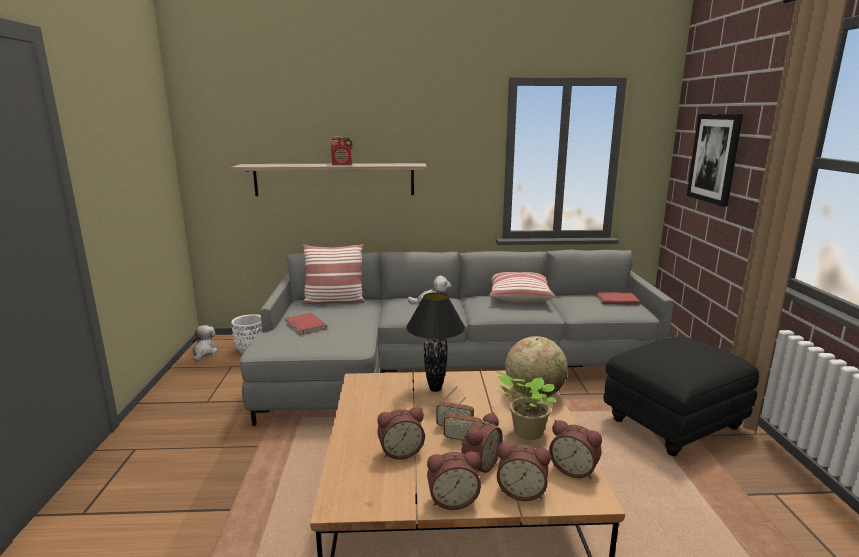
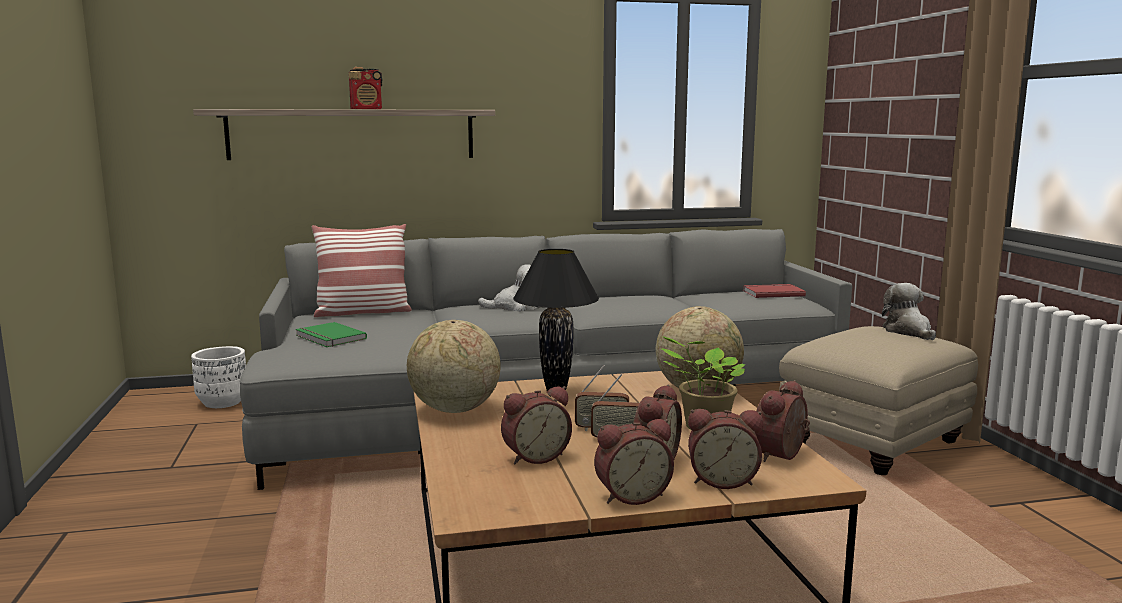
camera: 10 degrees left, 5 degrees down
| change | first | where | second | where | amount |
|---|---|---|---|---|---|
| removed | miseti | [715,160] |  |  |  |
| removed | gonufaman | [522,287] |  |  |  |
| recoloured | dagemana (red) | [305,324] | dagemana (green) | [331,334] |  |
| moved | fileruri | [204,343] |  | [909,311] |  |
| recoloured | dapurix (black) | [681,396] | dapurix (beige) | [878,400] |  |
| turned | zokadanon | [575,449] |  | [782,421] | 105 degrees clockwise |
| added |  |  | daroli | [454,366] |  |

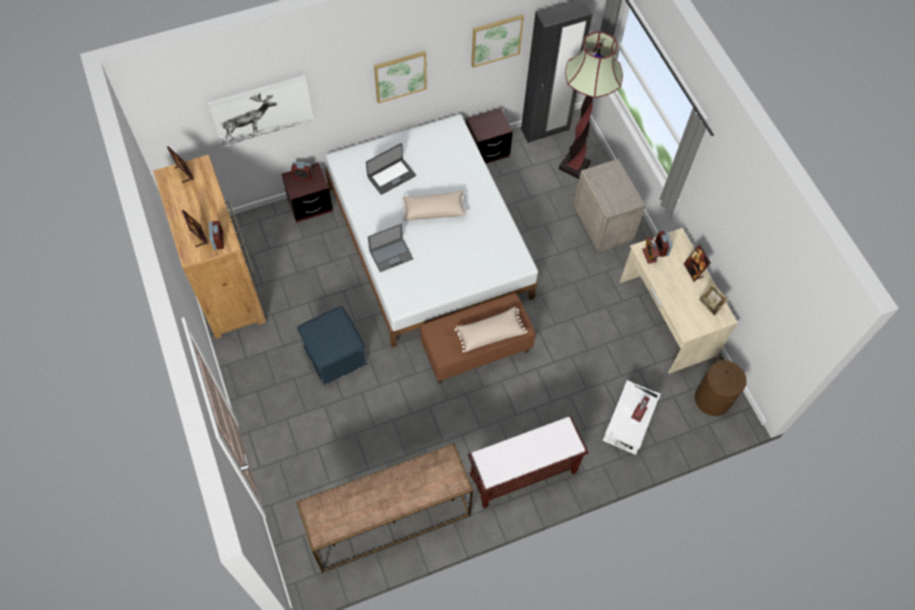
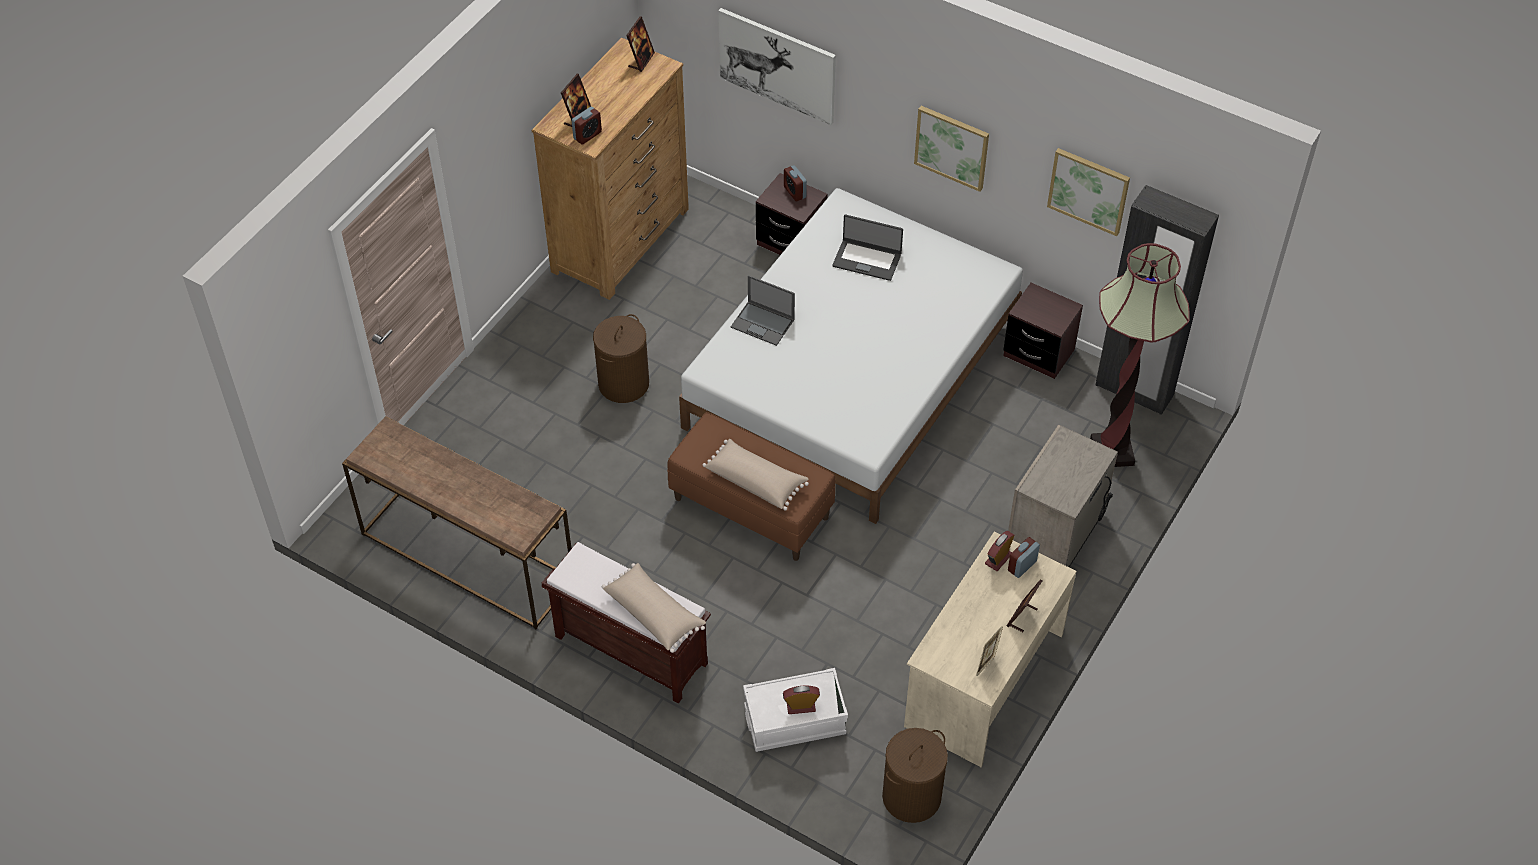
camera: 55 degrees right, 10 degrees down
| change | first | where | second | where | amount |
|---|---|---|---|---|---|
| moved | gonufaman (beige) | [434,205] |  | [654,608] |  |
| replaced | dapurix (blue) | [332,345] | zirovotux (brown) | [621,358] |  |

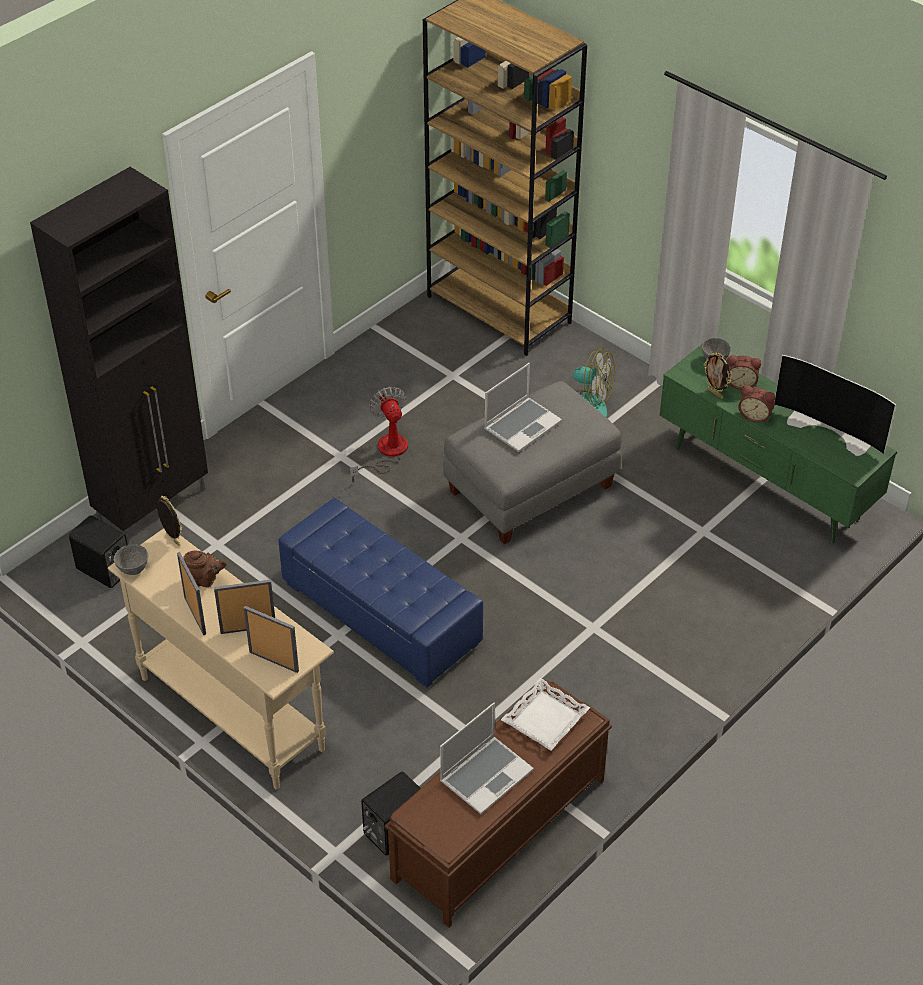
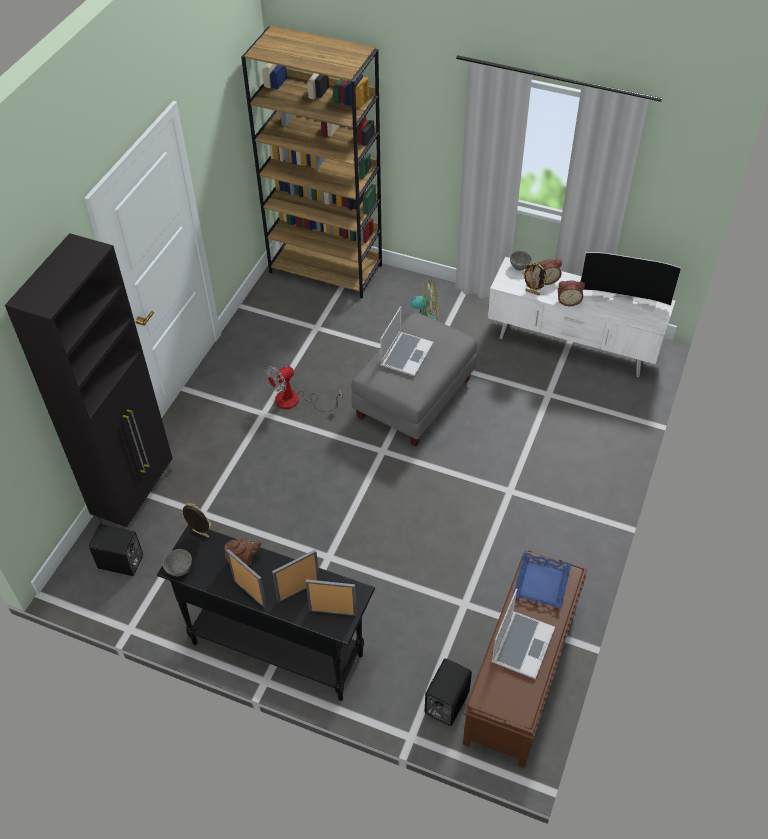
camera: 20 degrees left, 5 degrees up
| change | first | where | second | where | amount |
|---|---|---|---|---|---|
| recoloured | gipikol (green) | [778,444] | gipikol (white) | [582,317] |  |
| turned | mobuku | [379,434] |  | [304,388] | 90 degrees counterclockwise |
| removed | dapurix (blue) | [380,593] |  |  |  |
| recoloured | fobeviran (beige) | [221,658] | fobeviran (black) | [266,612] |  |
| recoloured | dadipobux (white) | [545,714] | dadipobux (blue) | [541,580] |  |

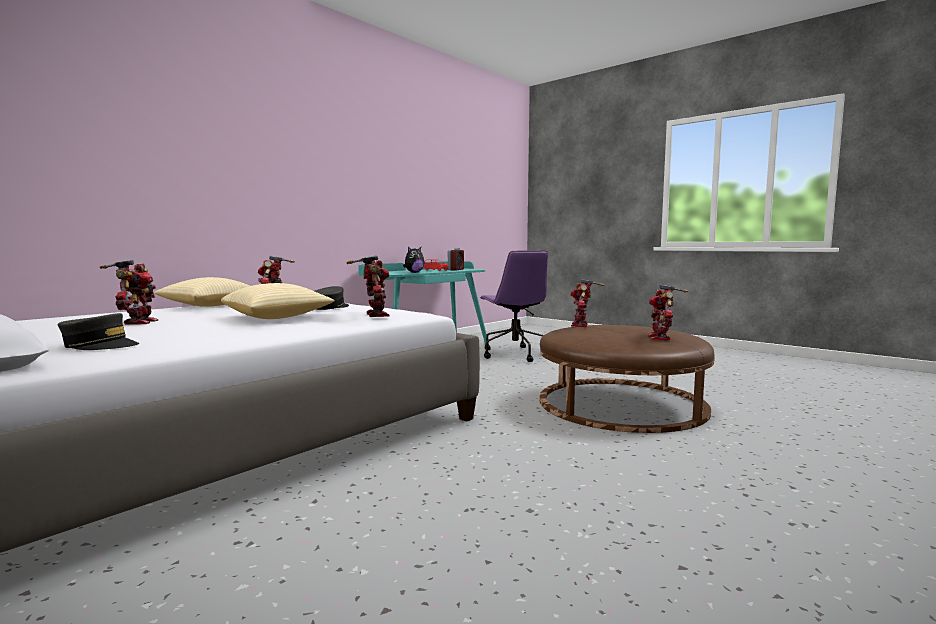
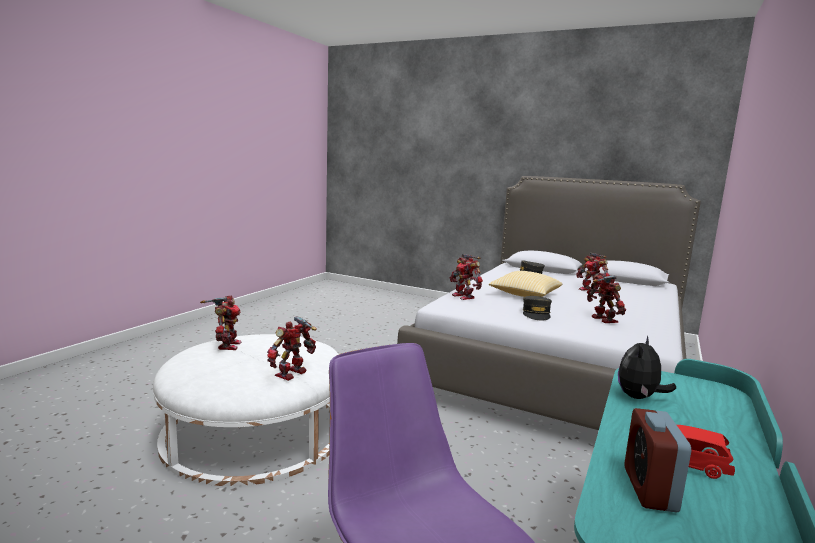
camera: 165 degrees right, 5 degrees up
| change | first | where | second | where | amount |
|---|---|---|---|---|---|
| removed | gonufaman | [201,292] |  |  |  |
| turned | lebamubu | [587,303] |  | [292,348] | 150 degrees counterclockwise |
| recoloured | dapurix (brown) | [627,379] | dapurix (white) | [246,410] |  |

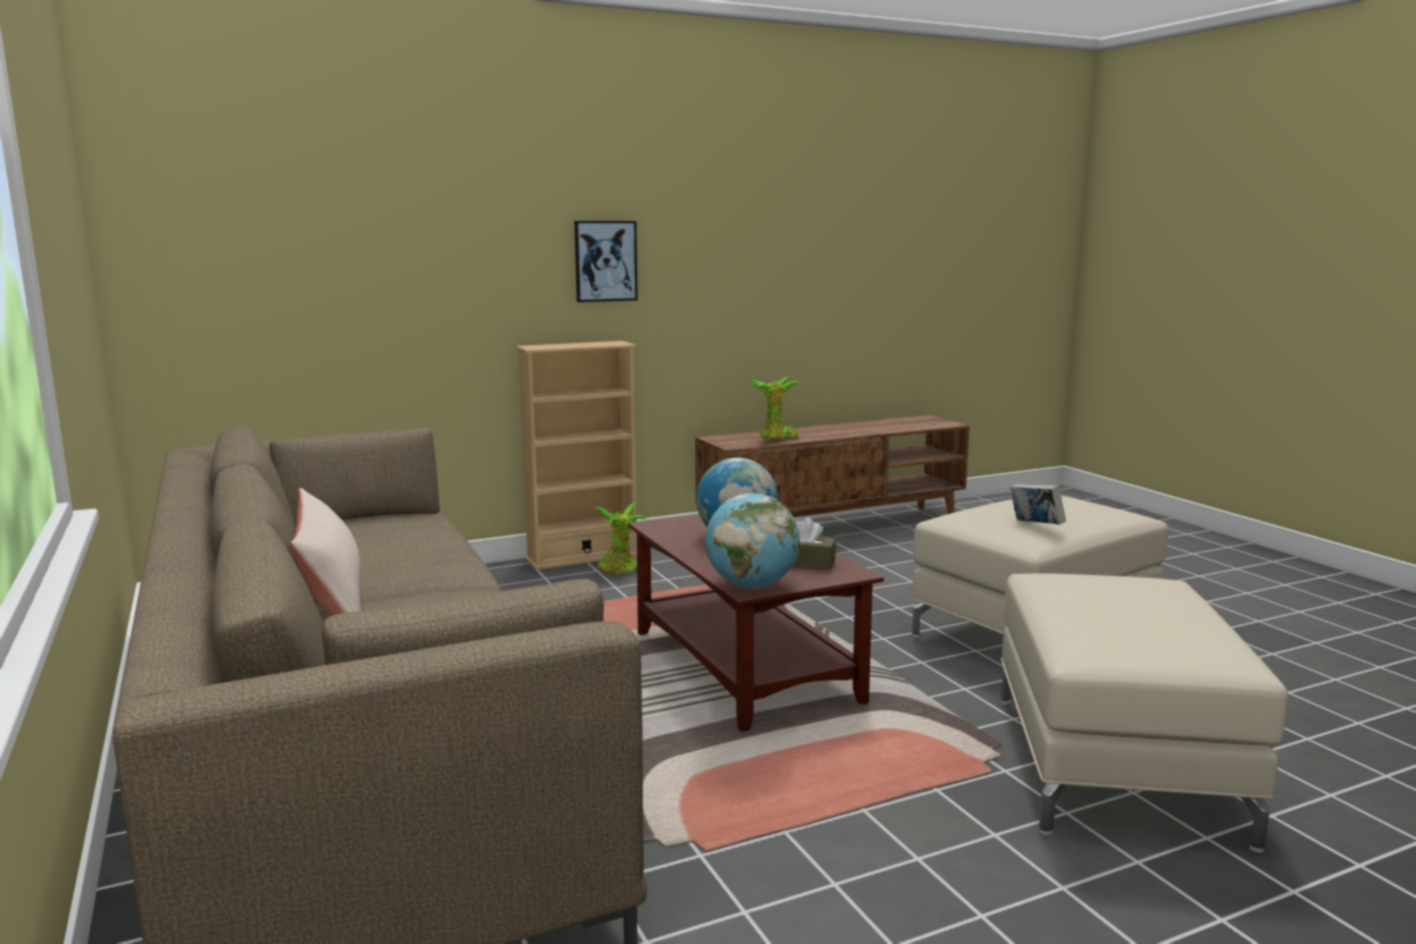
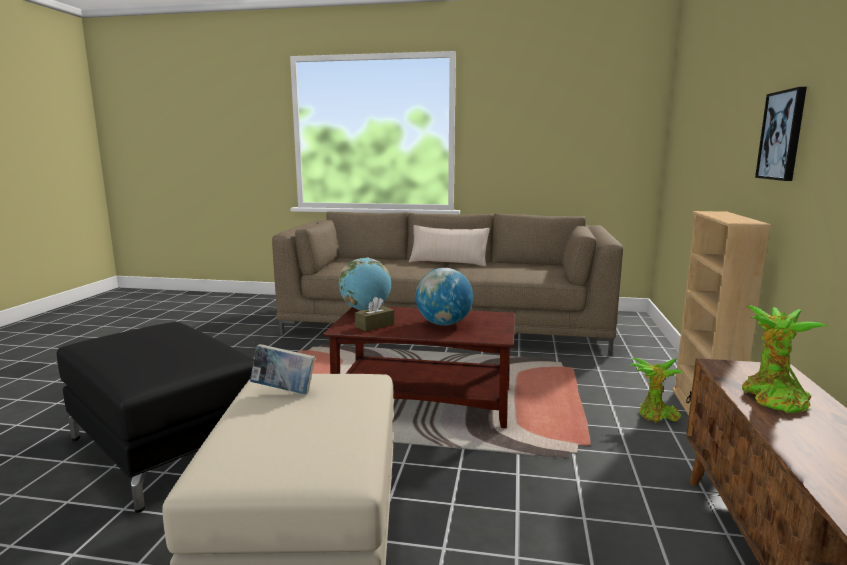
camera: 125 degrees right, 0 degrees up
| change | first | where | second | where | amount |
|---|---|---|---|---|---|
| recoloured | dapurix (beige) | [1144,713] | dapurix (black) | [155,417] |  |

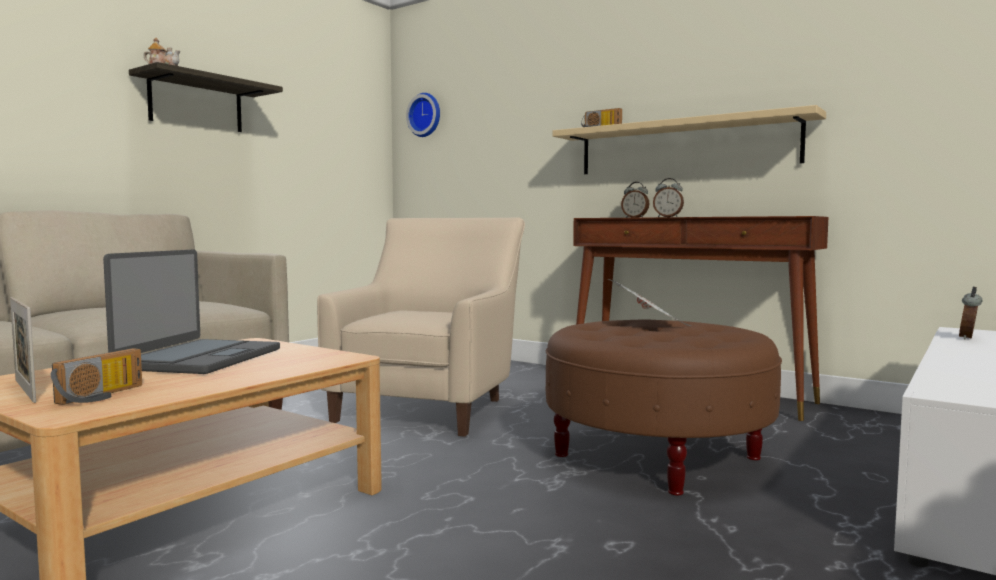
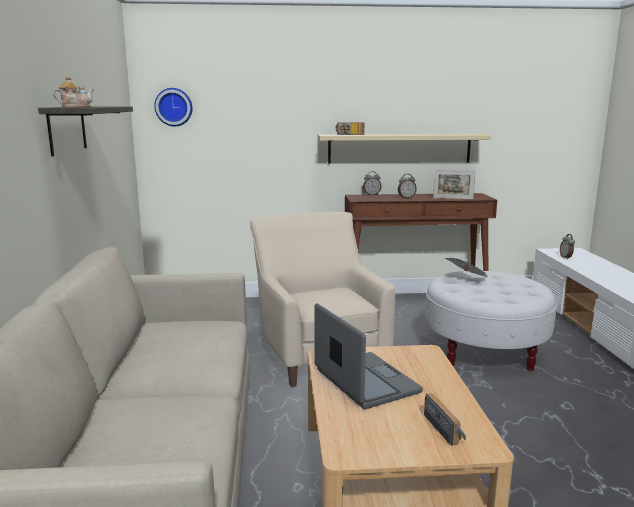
camera: 40 degrees left, 10 degrees up
| change | first | where | second | where | amount |
|---|---|---|---|---|---|
| moved | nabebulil | [23,350] |  | [454,184] |  |
| recoloured | dapurix (brown) | [664,407] | dapurix (white) | [491,321] |  |

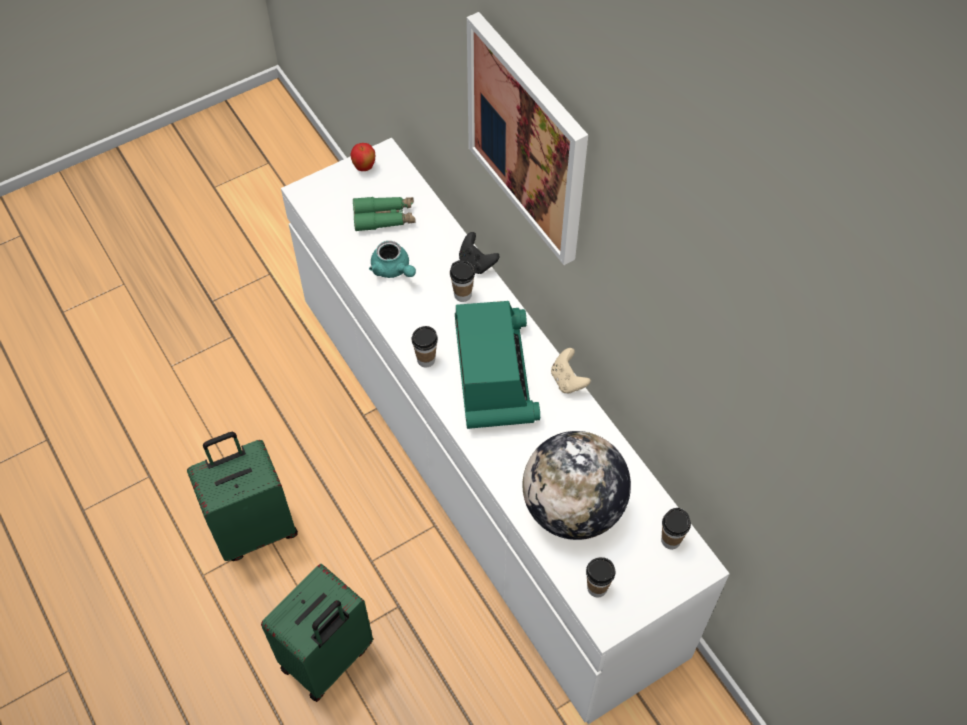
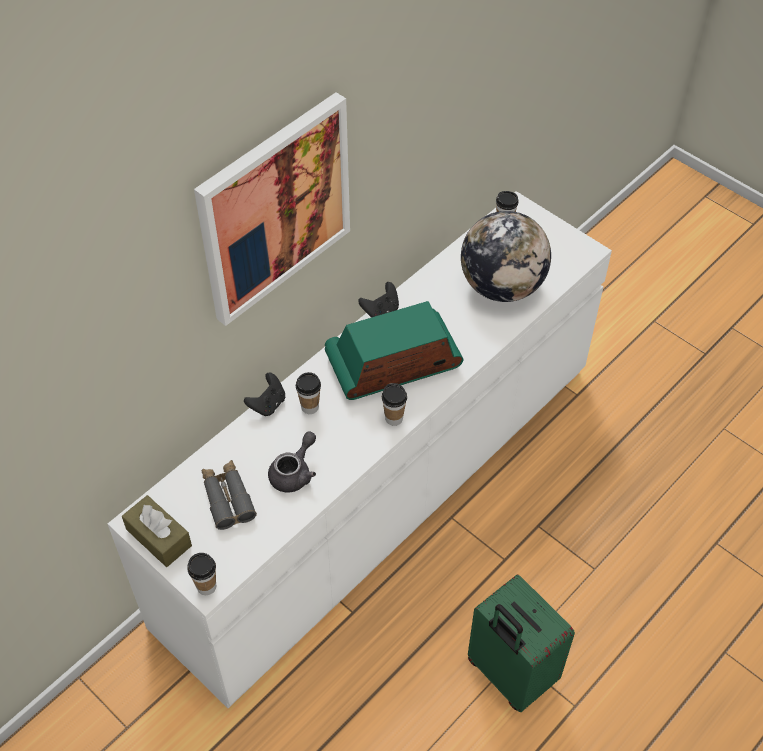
camera: 105 degrees left, 5 degrees down
| change | first | where | second | where | amount |
|---|---|---|---|---|---|
| replaced | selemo | [362,157] | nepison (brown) | [157,531] |  |
| recoloured | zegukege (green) | [384,214] | zegukege (grey) | [229,495] |  |
| recoloured | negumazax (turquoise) | [392,259] | negumazax (grey) | [292,462] |  |
| recoloured | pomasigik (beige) | [571,371] | pomasigik (black) | [378,300] |  |
| moved | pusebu | [601,577] |  | [201,574] |  |
| removed | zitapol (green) | [317,633] |  |  |  |

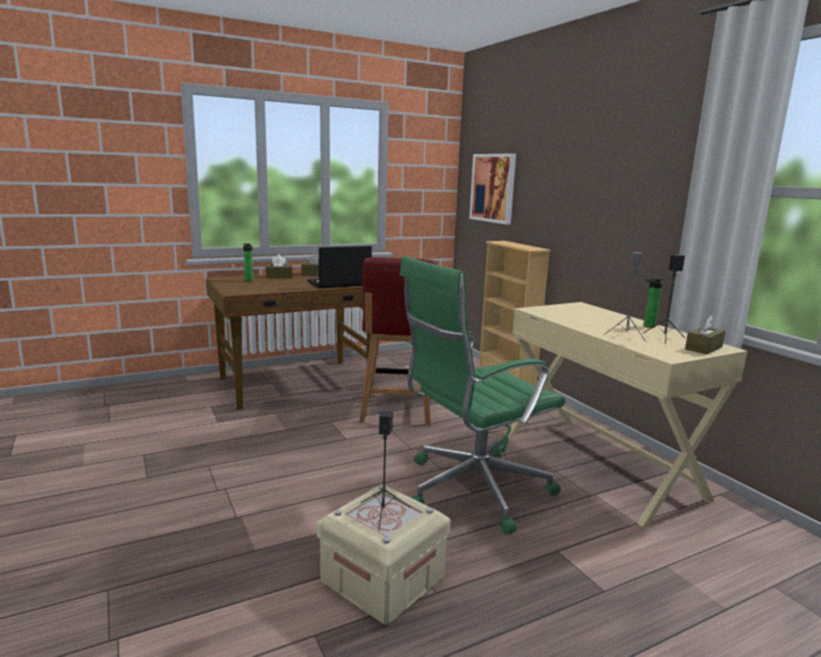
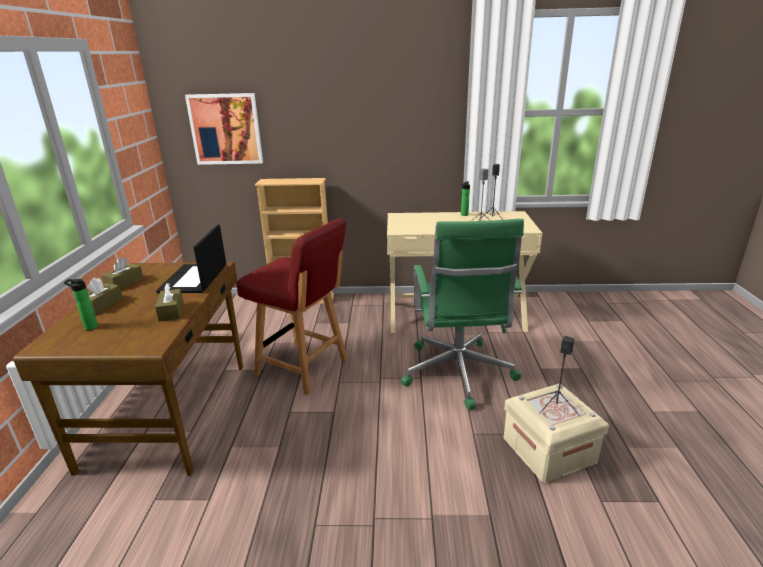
camera: 60 degrees left, 10 degrees up
| change | first | where | second | where | amount |
|---|---|---|---|---|---|
| moved | nepison (brown) | [705,334] |  | [169,302] |  |

